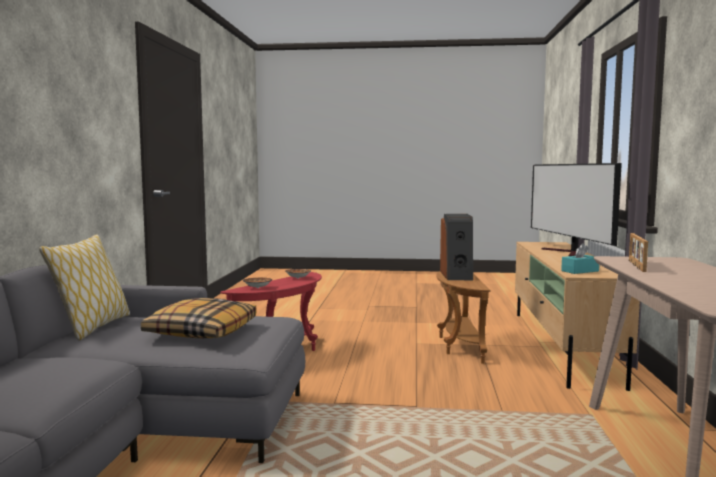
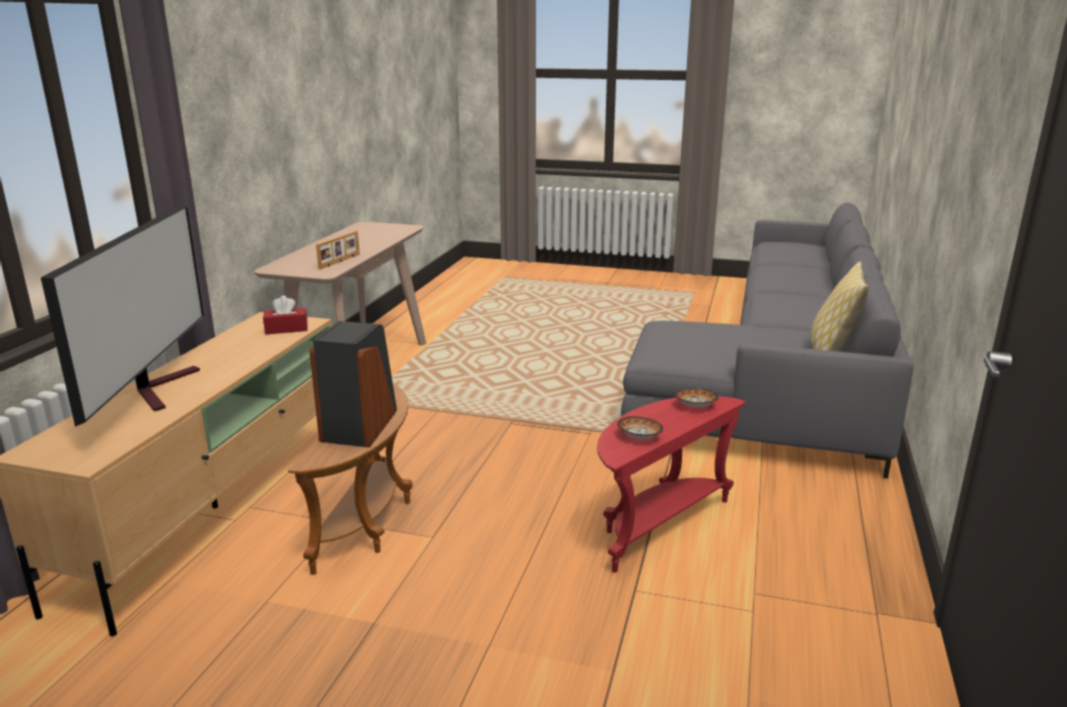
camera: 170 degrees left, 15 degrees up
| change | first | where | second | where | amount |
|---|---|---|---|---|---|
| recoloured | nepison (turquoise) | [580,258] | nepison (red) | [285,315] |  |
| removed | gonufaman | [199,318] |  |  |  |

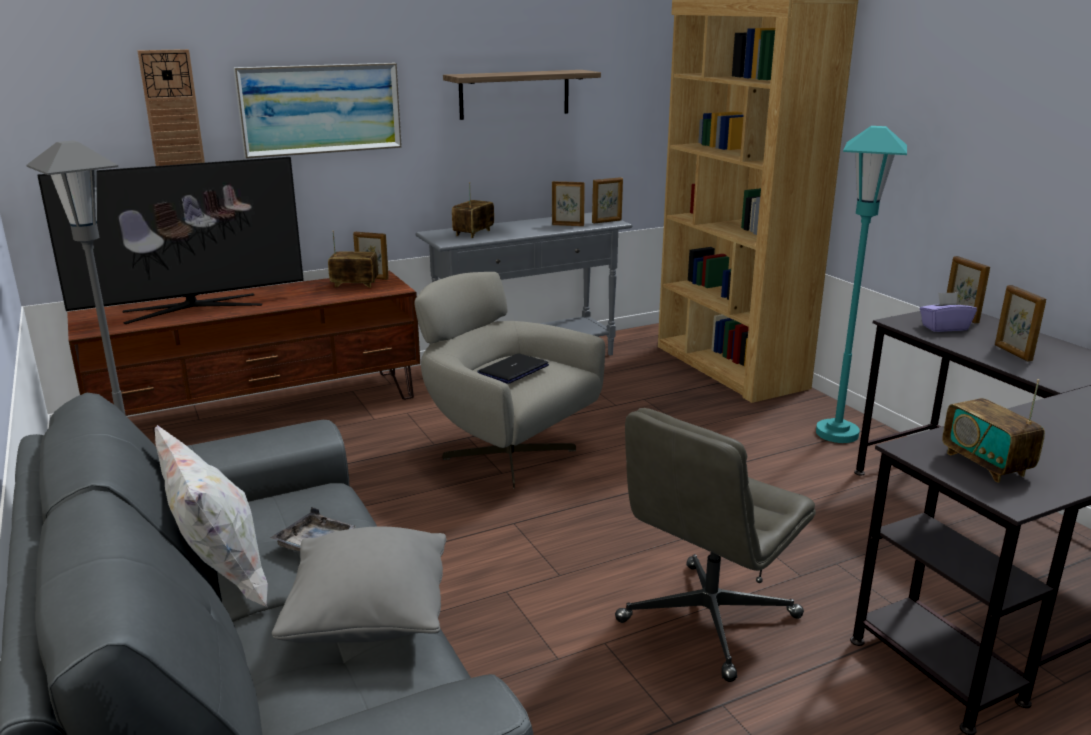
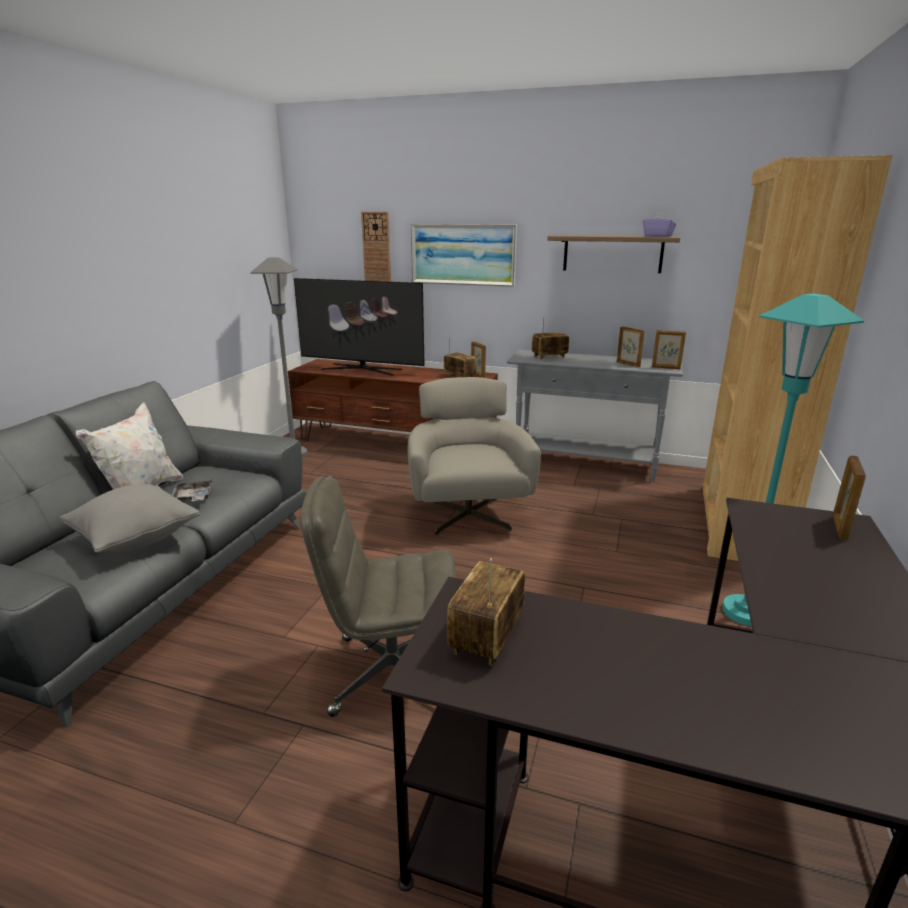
camera: 45 degrees right, 0 degrees up
| change | first | where | second | where | amount |
|---|---|---|---|---|---|
| removed | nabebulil | [1020,323] |  |  |  |
| moved | nepison (purple) | [948,312] |  | [659,224] |  |
| removed | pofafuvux | [513,368] |  |  |  |

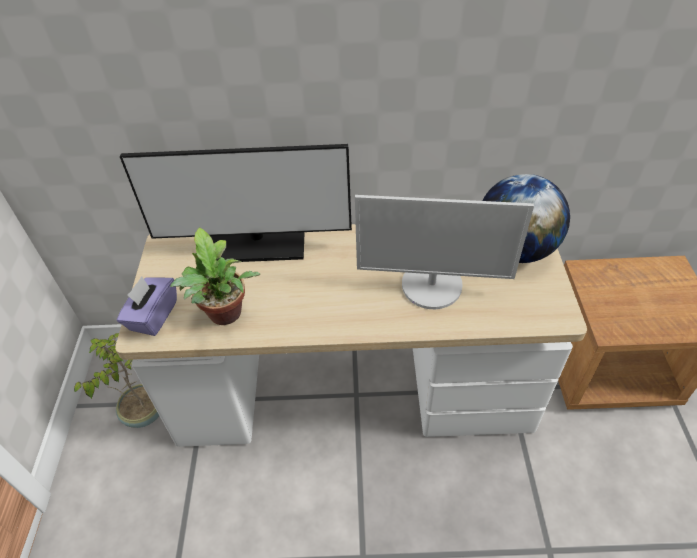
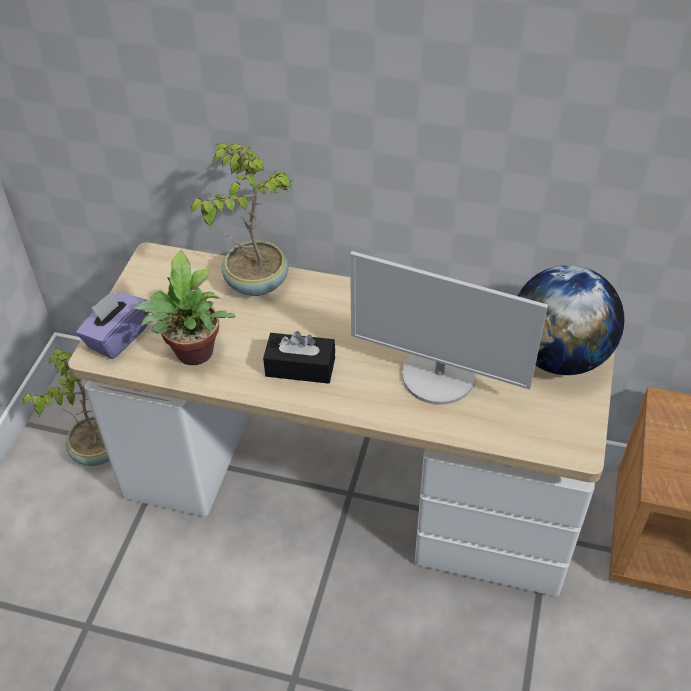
camera: 15 degrees right, 0 degrees up
| change | first | where | second | where | amount |
|---|---|---|---|---|---|
| replaced | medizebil | [236,203] | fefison | [241,219] |  |
| added |  |  | nepison (black) | [299,357] |  |

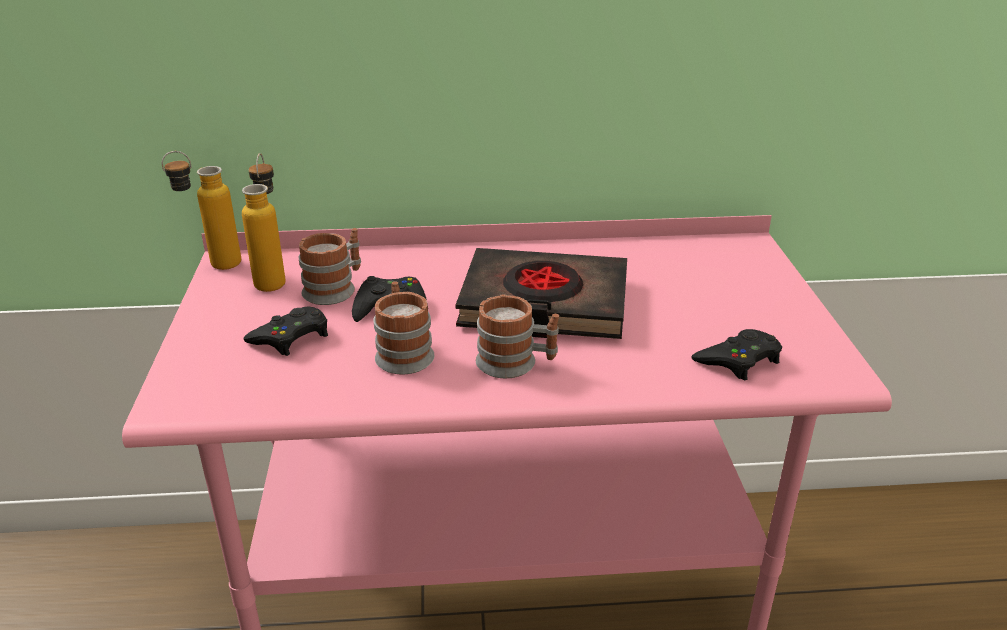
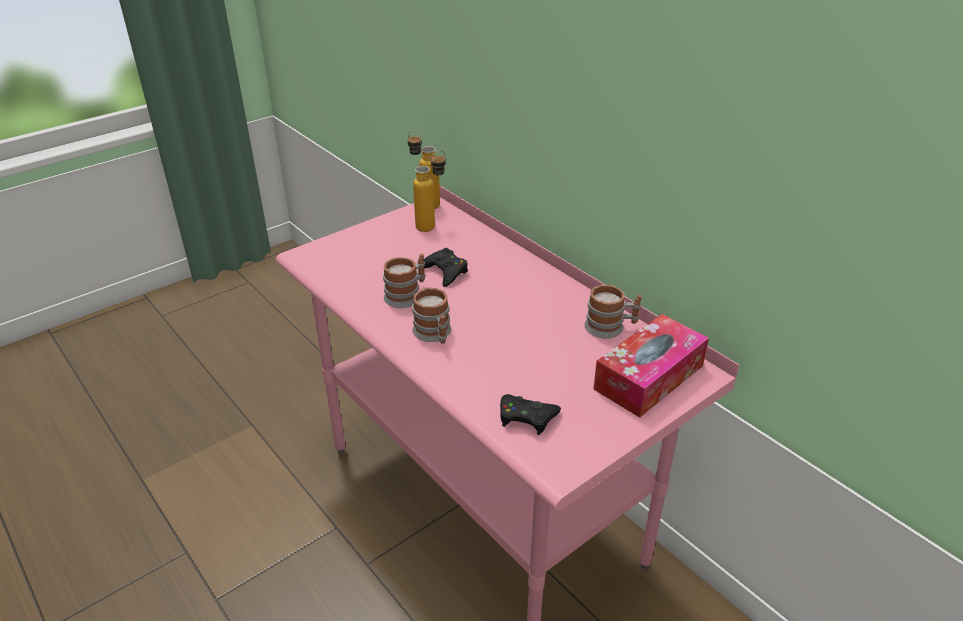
camera: 55 degrees right, 5 degrees up
| change | first | where | second | where | amount |
|---|---|---|---|---|---|
| moved | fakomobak | [329,266] |  | [613,311] |  |
| removed | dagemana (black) | [541,293] |  |  |  |
| removed | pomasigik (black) | [285,331] |  |  |  |
| added |  |  | nepison | [651,366] |  |

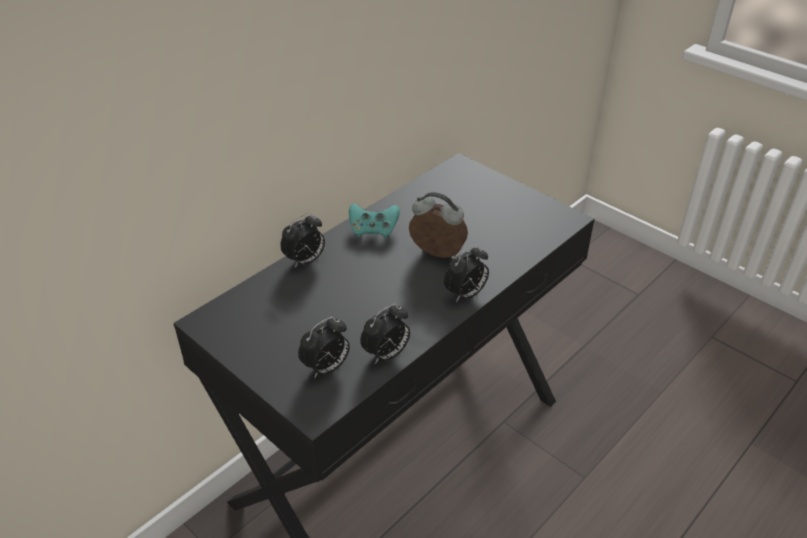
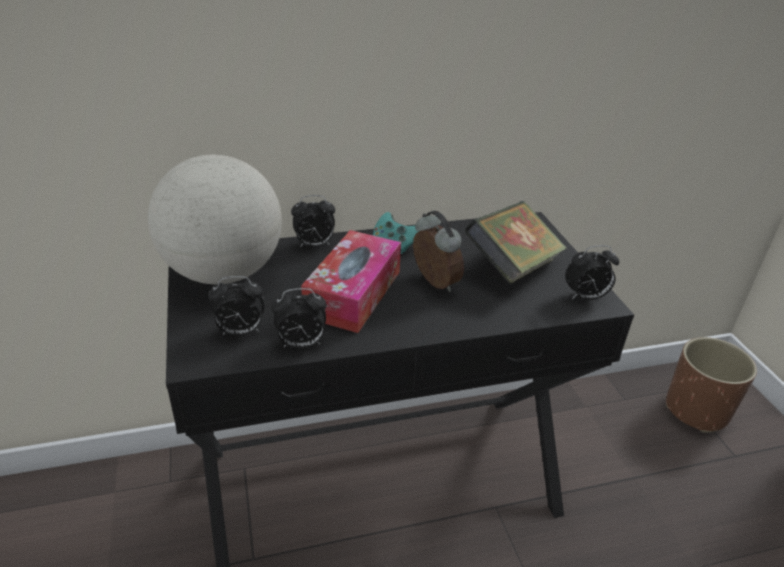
camera: 30 degrees right, 5 degrees down
| change | first | where | second | where | amount |
|---|---|---|---|---|---|
| moved | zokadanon | [466,273] |  | [592,272] |  |
| added |  |  | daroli | [215,219] |  |
| added |  |  | dagemana | [515,242] |  |
| added |  |  | nepison | [351,281] |  |
| added |  |  | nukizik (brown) | [711,385] |  |

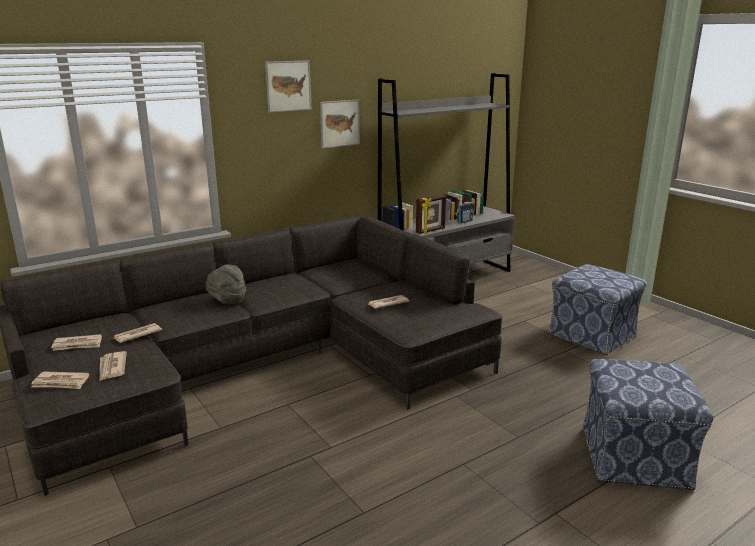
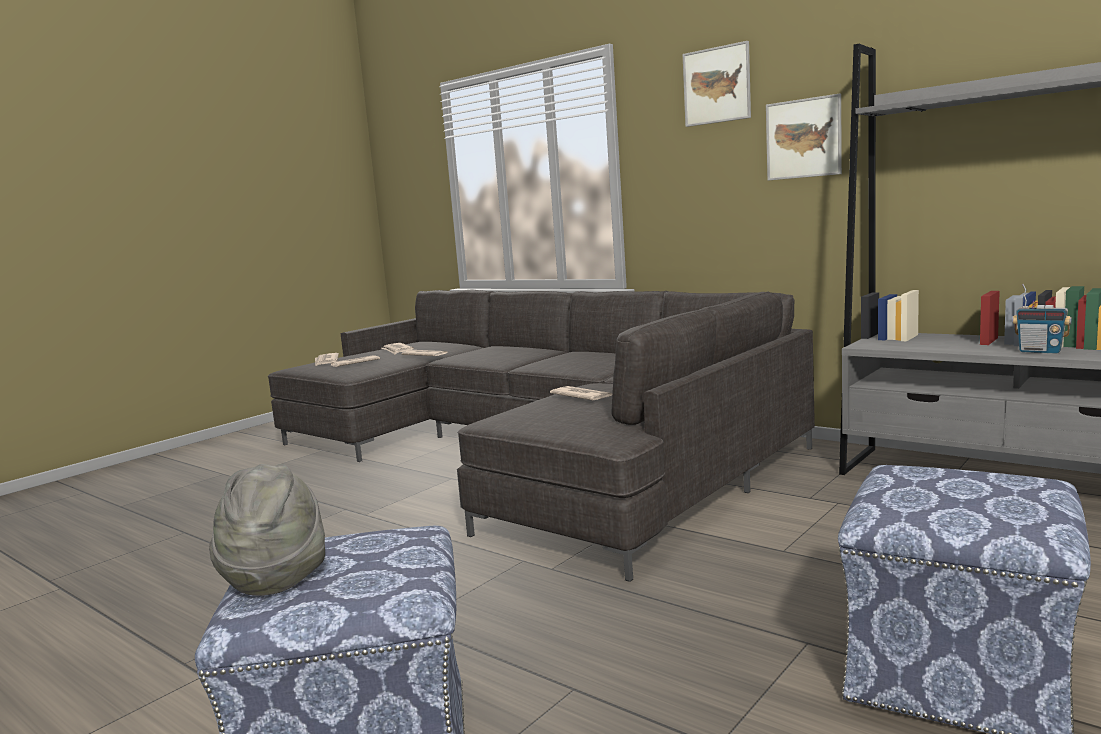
camera: 75 degrees right, 10 degrees down
| change | first | where | second | where | amount |
|---|---|---|---|---|---|
| removed | nabebulil | [431,214] |  |  |  |
| moved | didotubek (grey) | [225,284] |  | [267,530] |  |

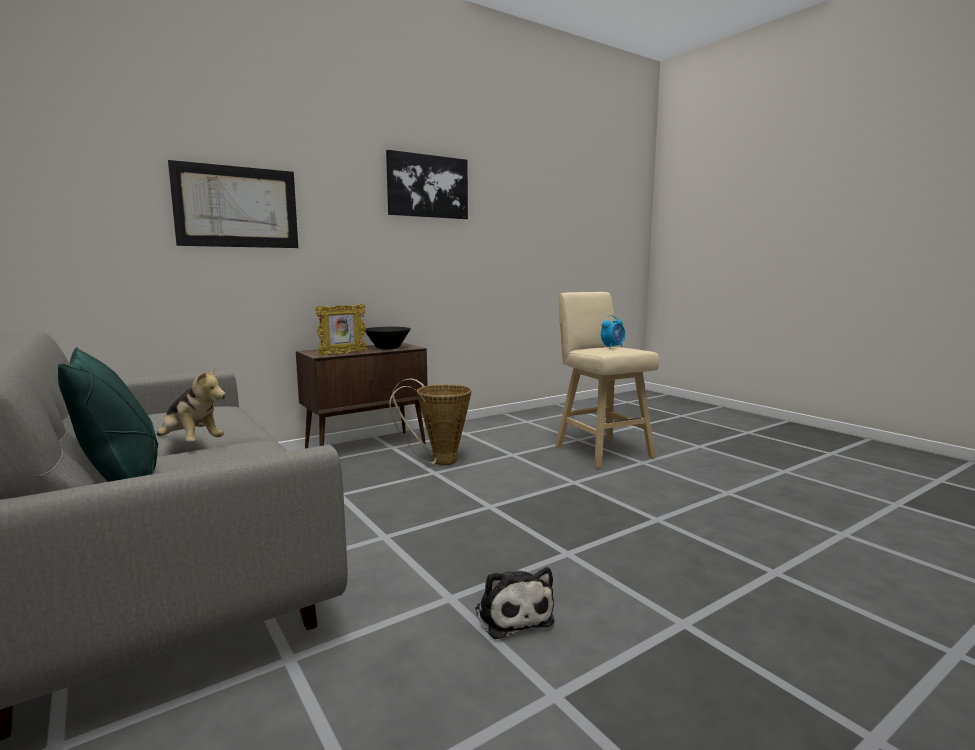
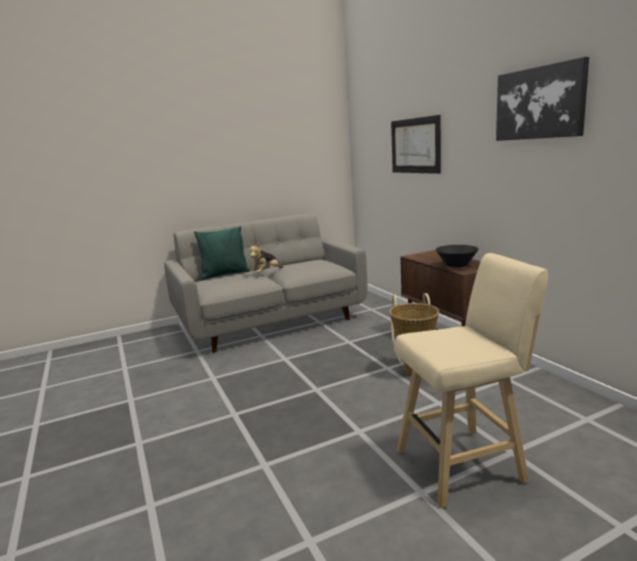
camera: 100 degrees right, 5 degrees up
| change | first | where | second | where | amount |
|---|---|---|---|---|---|
| removed | nabebulil | [341,330] |  |  |  |
| removed | zokadanon | [613,332] |  |  |  |
| removed | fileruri | [515,603] |  |  |  |

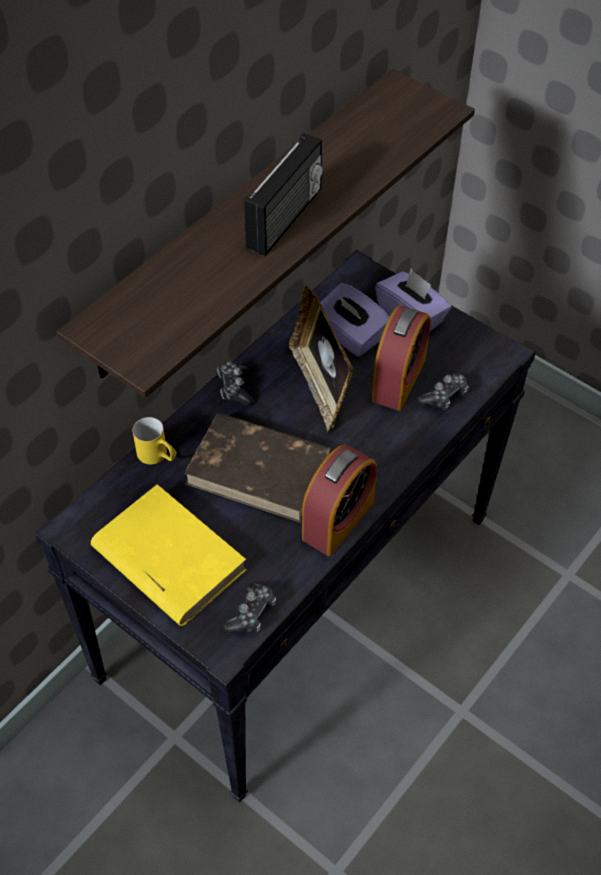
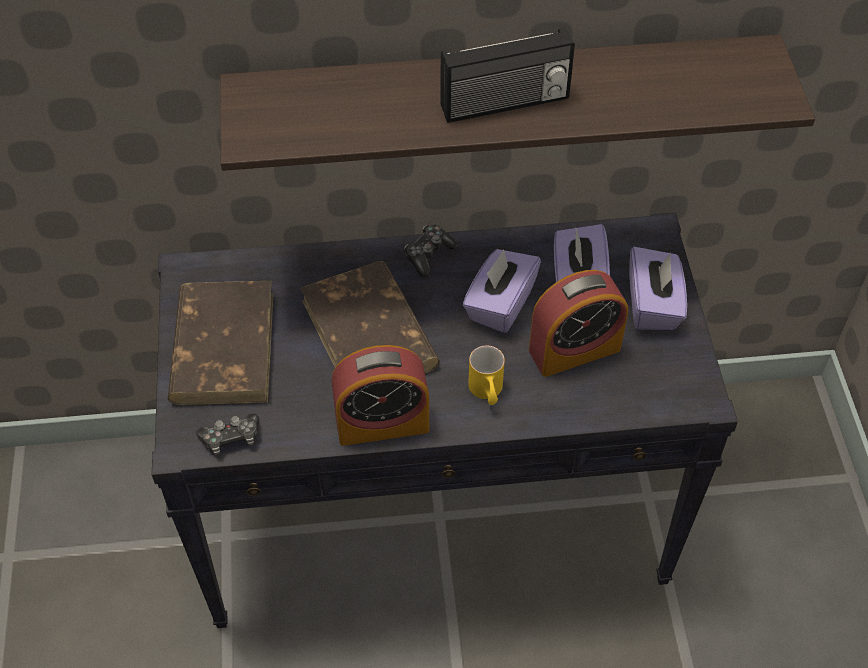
camera: 45 degrees right, 0 degrees up
| change | first | where | second | where | amount |
|---|---|---|---|---|---|
| replaced | nabebulil | [321,359] | nepison (purple) | [502,291] |  |
| removed | pomasigik | [443,391] |  |  |  |
| moved | fakomobak (yellow) | [154,440] |  | [486,375] |  |
| recoloured | dagemana (yellow) | [169,555] | dagemana (brown) | [221,343] |  |

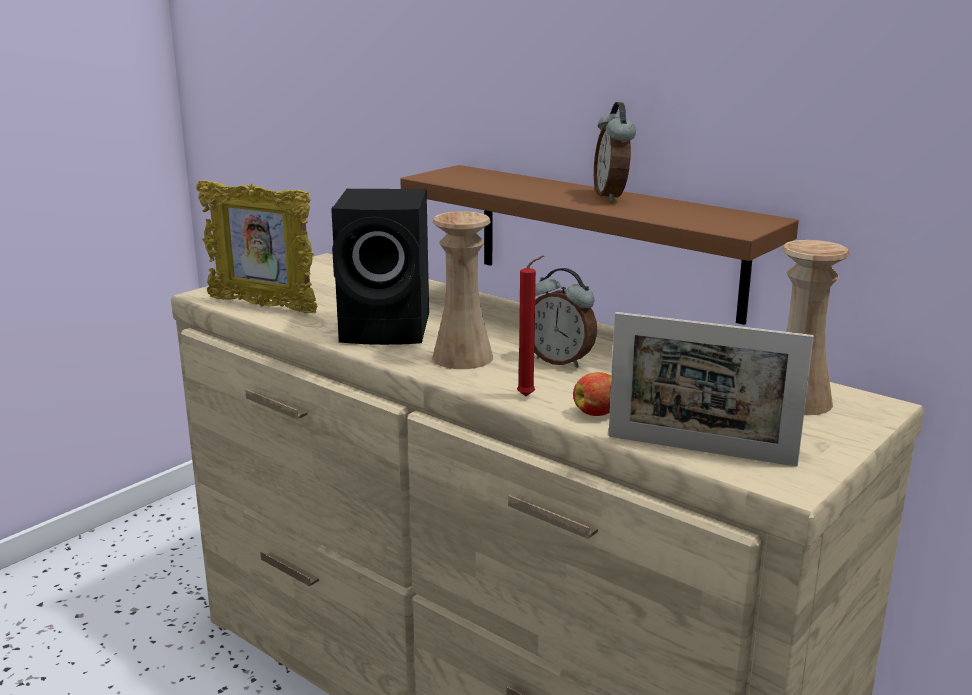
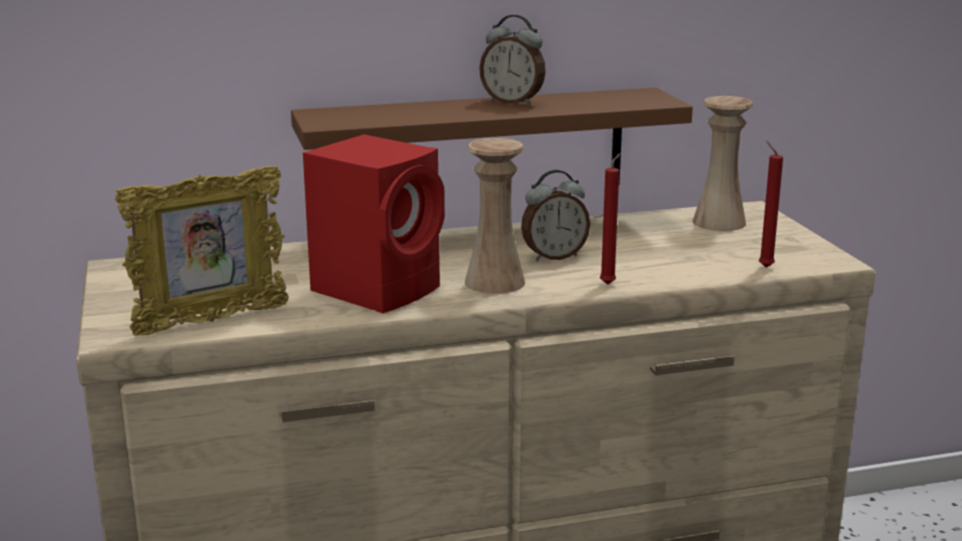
camera: 55 degrees left, 0 degrees up
| change | first | where | second | where | amount |
|---|---|---|---|---|---|
| recoloured | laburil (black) | [380,267] | laburil (red) | [374,223] |  |
| replaced | nabebulil | [711,389] | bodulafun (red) | [771,204] |  |
| removed | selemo | [592,394] |  |  |  |

